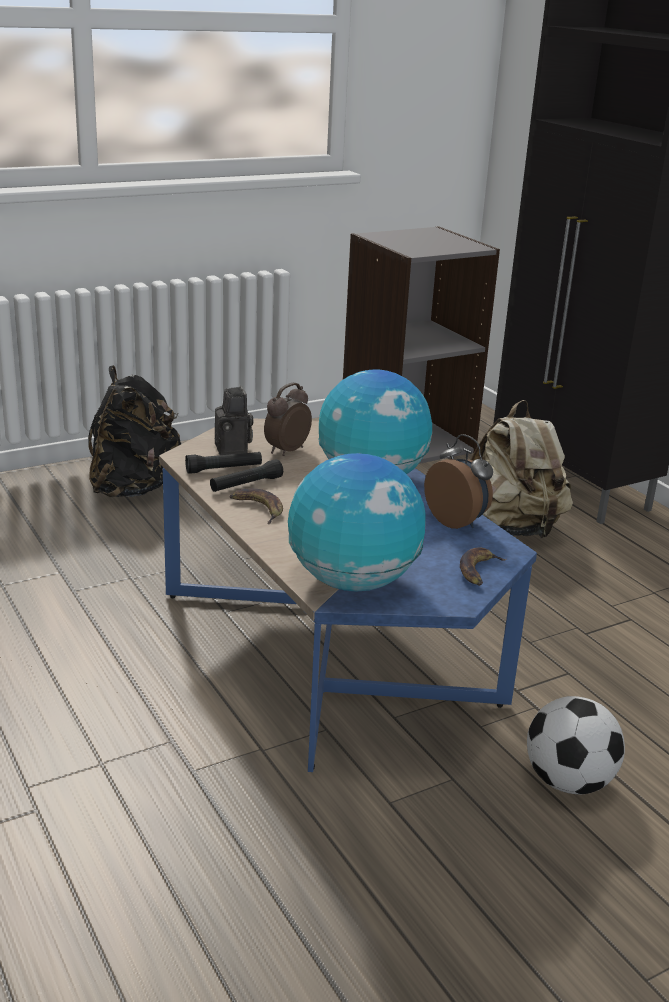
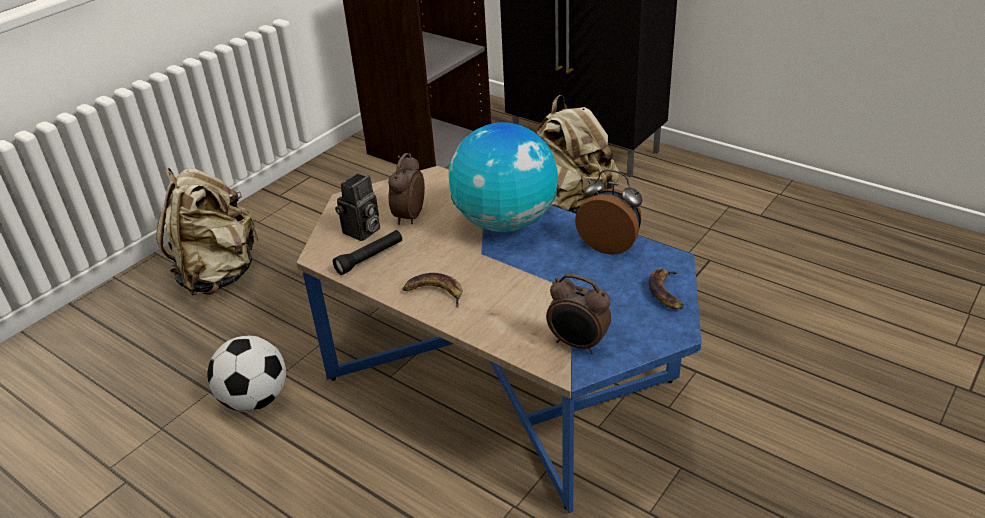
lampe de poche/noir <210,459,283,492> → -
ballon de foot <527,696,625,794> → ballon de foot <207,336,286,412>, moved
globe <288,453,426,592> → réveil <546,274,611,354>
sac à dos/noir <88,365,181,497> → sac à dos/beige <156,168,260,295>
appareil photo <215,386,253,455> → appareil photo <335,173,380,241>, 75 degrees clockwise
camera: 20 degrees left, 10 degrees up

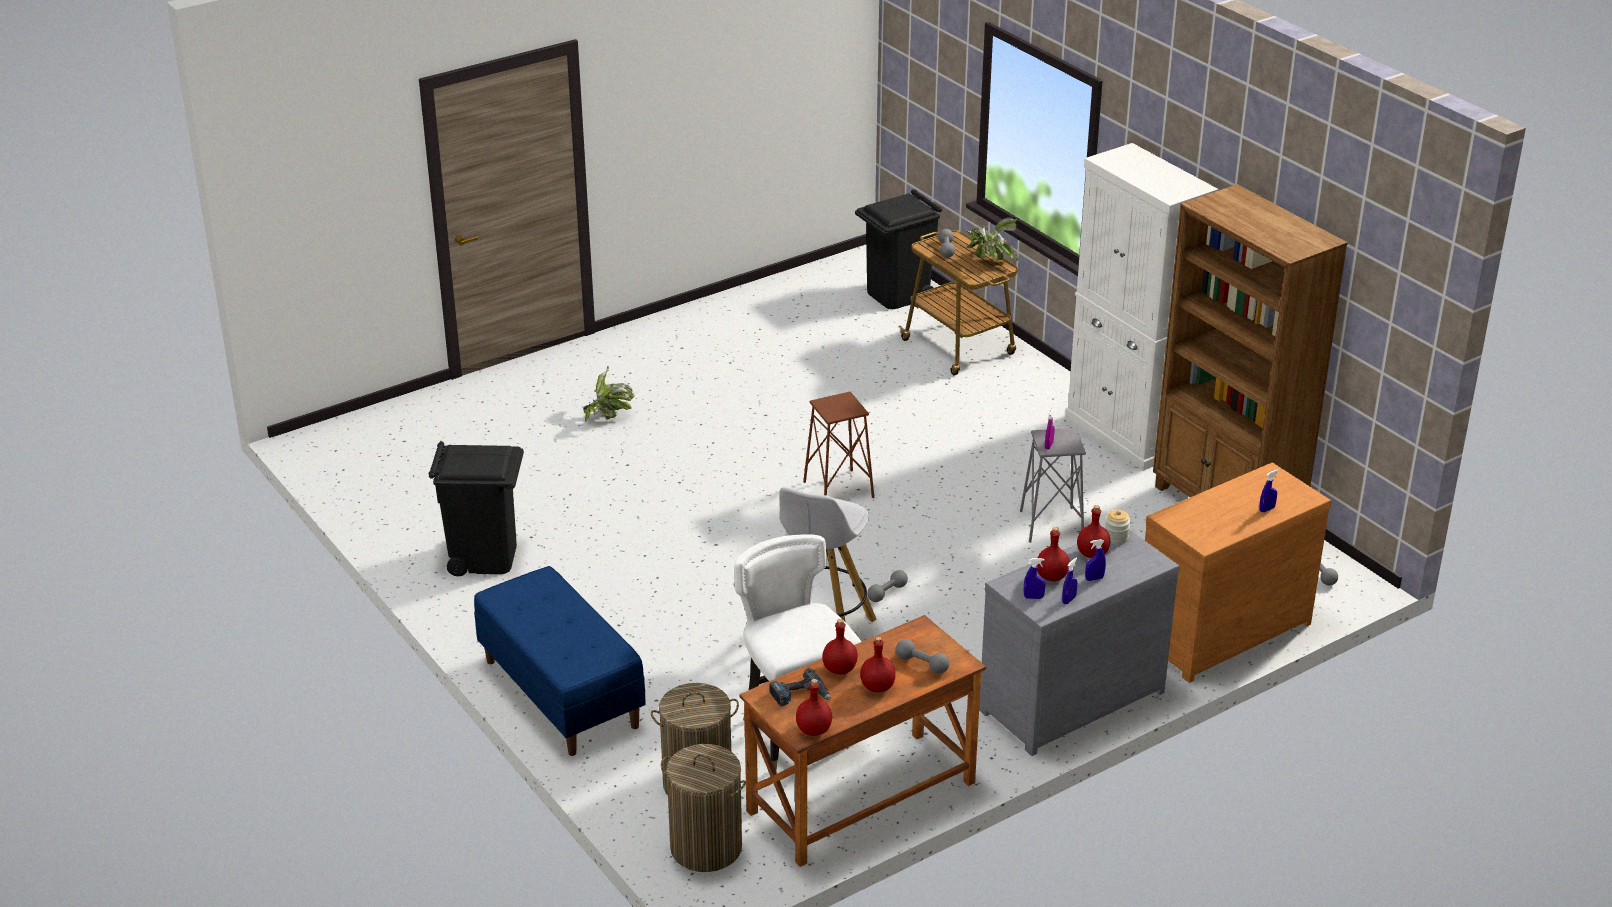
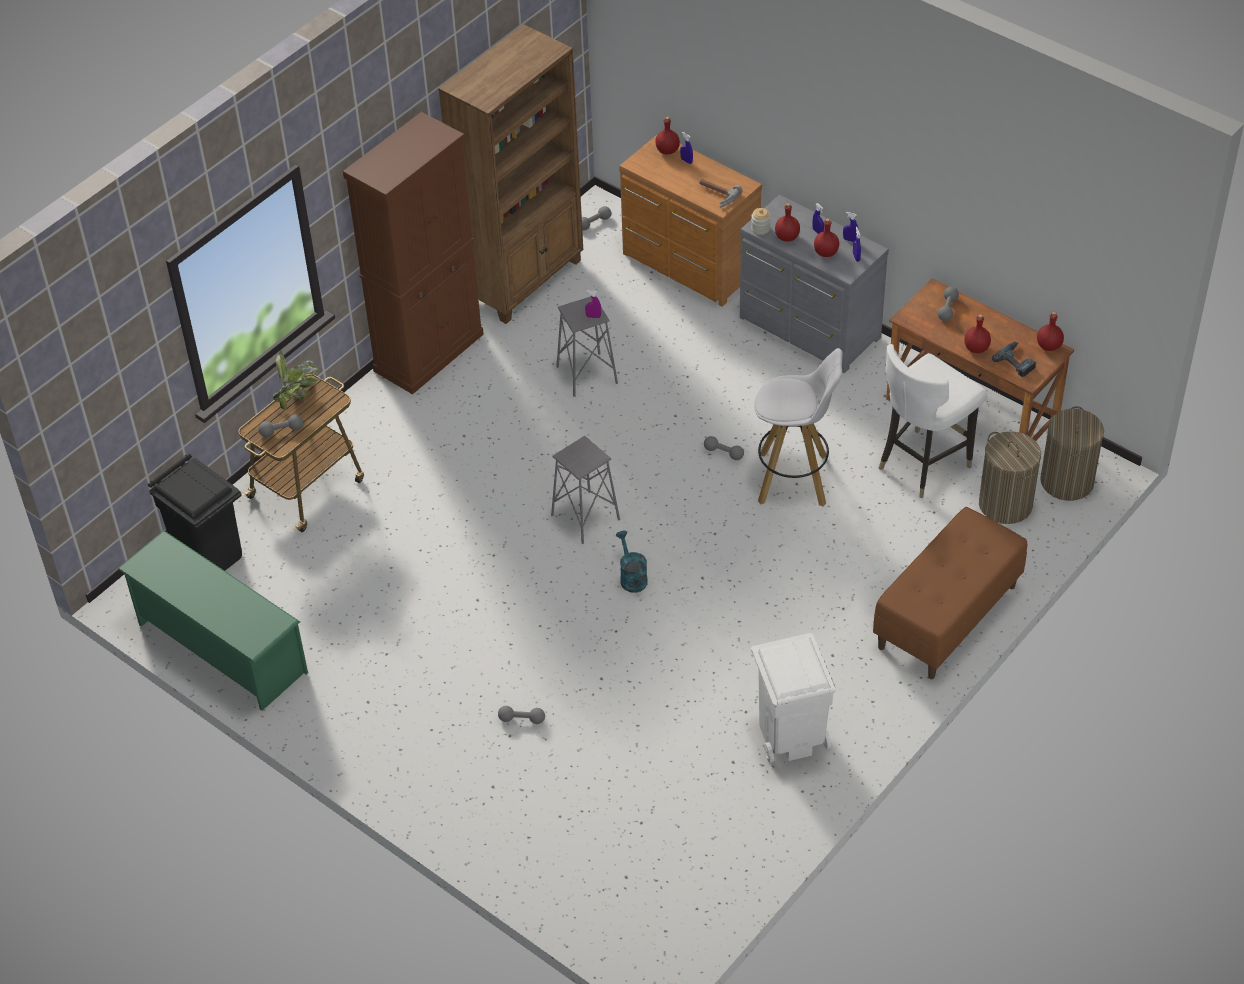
- → étagère à chaussures/vert <118,531,308,711>
- → arrosoir/turquoise <616,531,648,593>
- → marteau <699,179,743,207>
bouteille/rouge <860,637,896,693> → bouteille/rouge <655,116,680,155>, moved
plante en pot <583,366,635,421> → haltère/gris <498,706,545,724>
poubelle/noir <429,441,524,576> → poubelle/blanc <751,633,836,763>
banc/bleu <474,566,646,756> → banc/marron <873,507,1027,679>
tabouret/marron <803,392,874,498> → tabouret/gris <551,436,620,544>
meuble de rangement/blanc <1065,143,1218,471> → meuble de rangement/marron <343,112,484,395>
camera: 105 degrees left, 15 degrees up

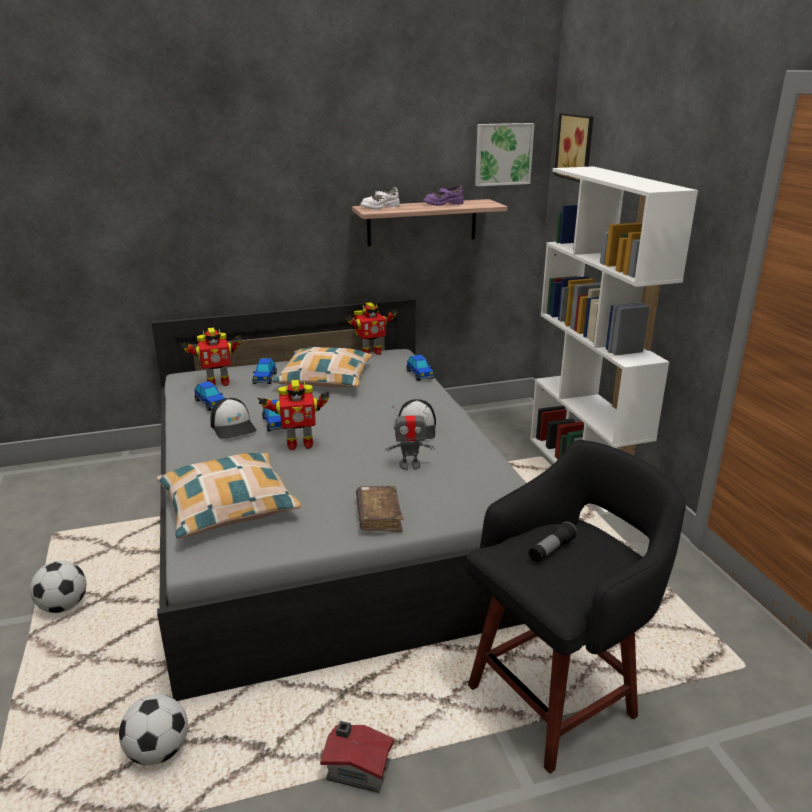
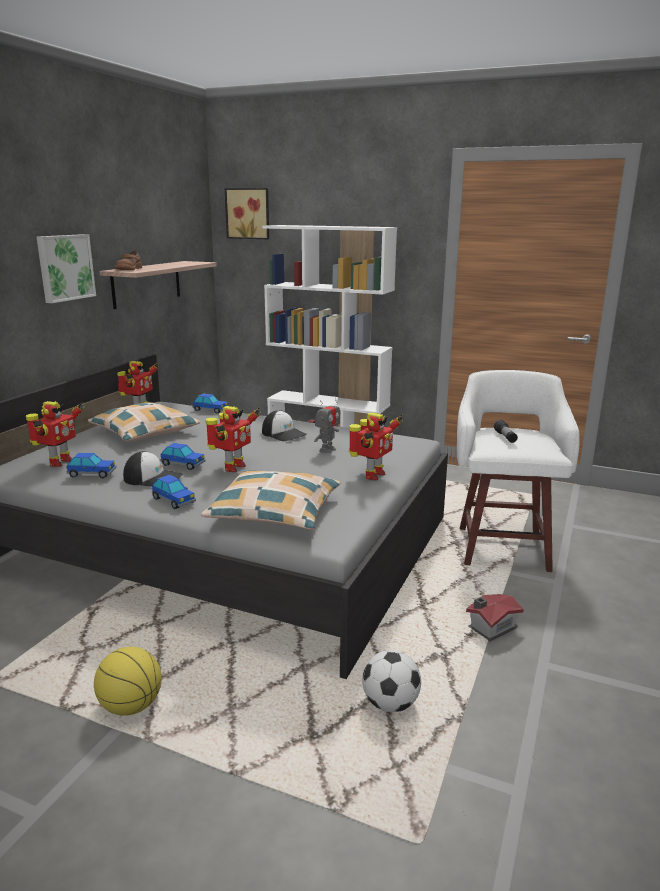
chaussure/violet <423,185,464,206> → -
petite voiture <253,358,277,384> → petite voiture <152,475,196,509>, moved
tableau <475,123,535,186> → tableau <37,234,96,303>, moved
ballon de foot <30,561,86,613> → ballon de basket <94,647,162,716>
livre/marron <356,486,403,532> → robot jouet <349,413,403,480>
chaussure/blanc <360,187,400,209> → chaussure/marron <115,251,142,270>
tabouret/noir <466,440,686,774> → tabouret/blanc <457,370,580,572>
camera: 50 degrees left, 5 degrees down

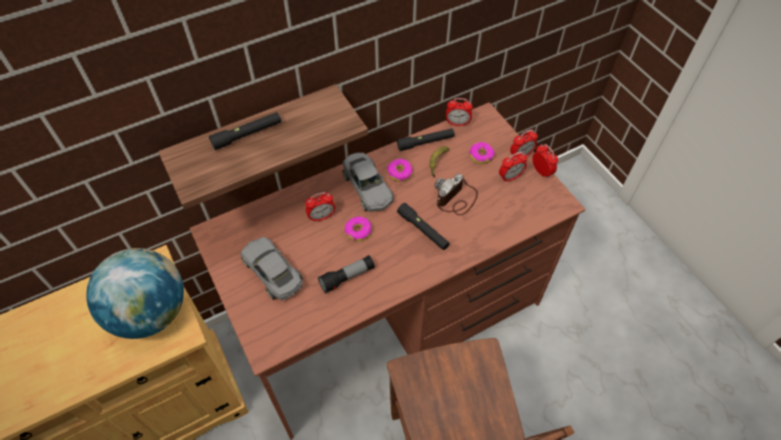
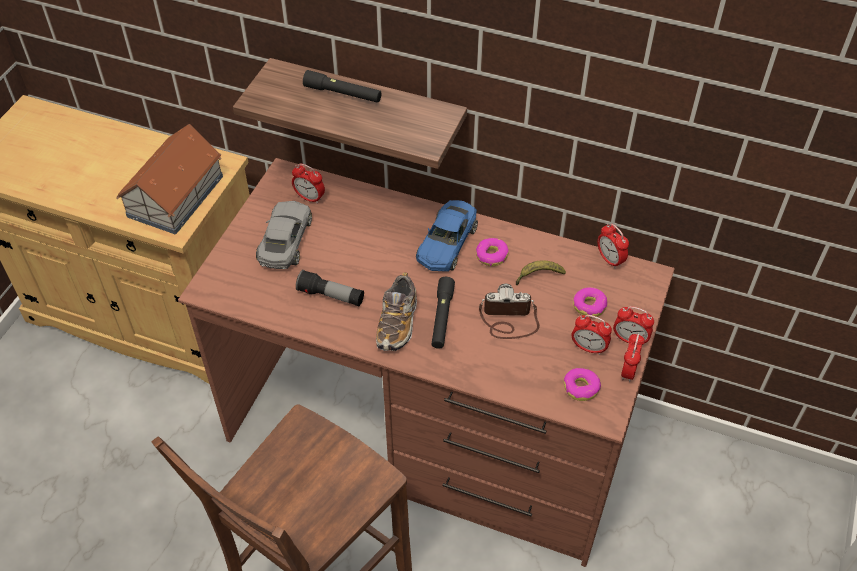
lampe de poche/noir <397,129,454,151> → -
- → chaussure <376,272,417,351>
réveil <305,192,335,222> → réveil <292,164,325,204>, moved
beignet <344,217,372,241> → beignet <564,368,601,401>, moved
globe <86,248,184,339> → maison miniature <116,124,223,234>
petite voiture/gris <342,153,394,212> → petite voiture/bleu <416,200,478,272>
camera: 50 degrees right, 5 degrees down

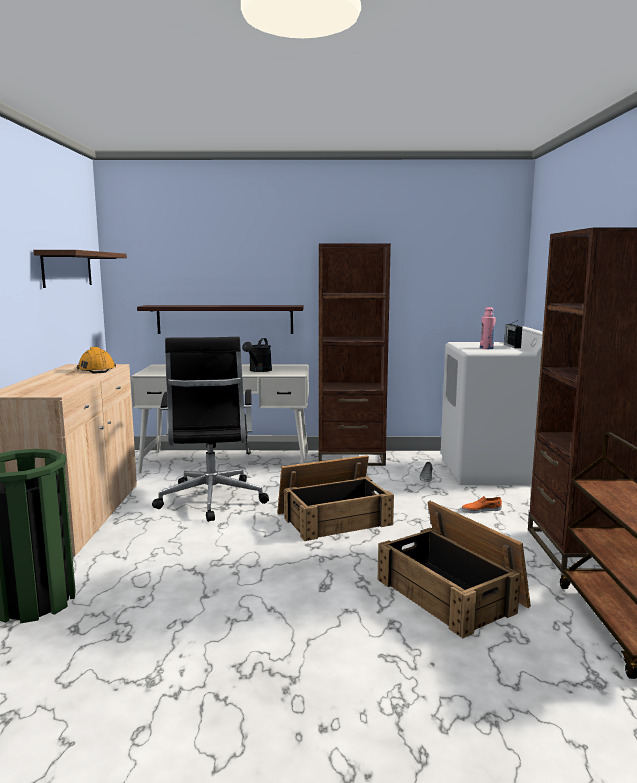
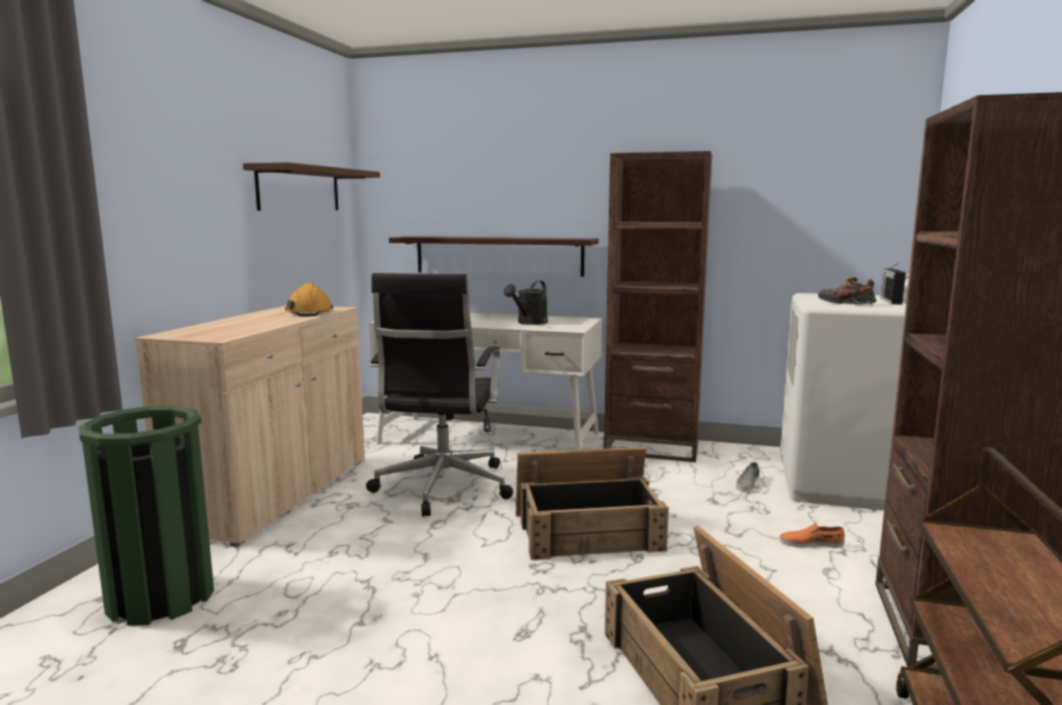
bouteille/rose <480,307,496,349> → chaussure <818,276,876,304>
camera: 15 degrees right, 0 degrees up

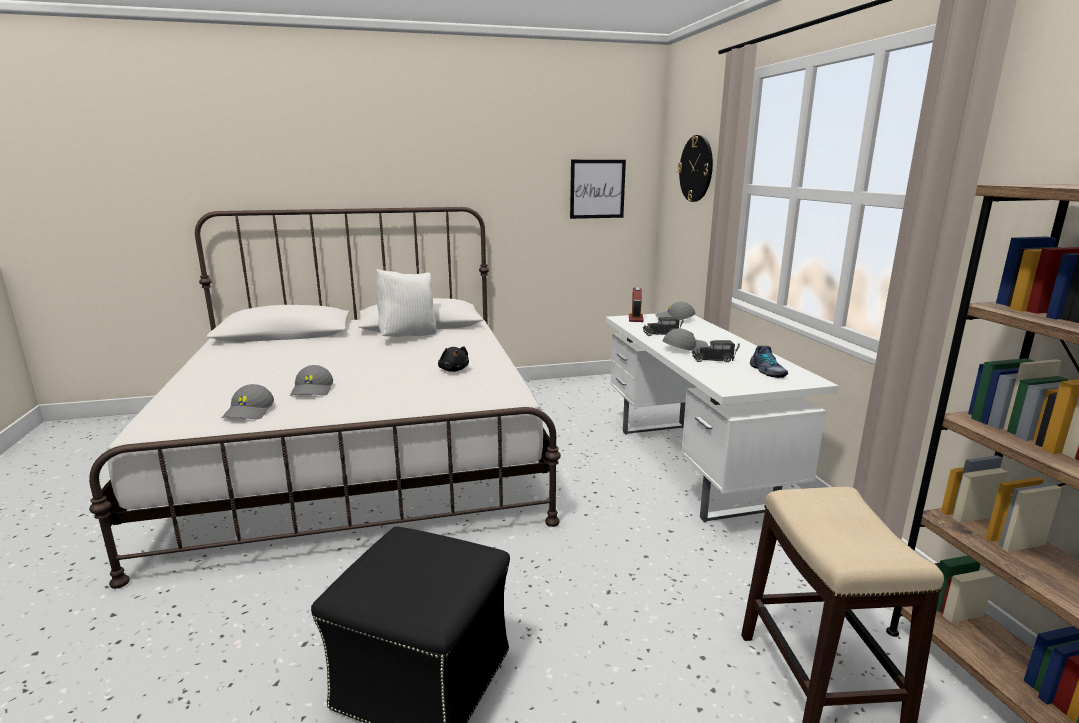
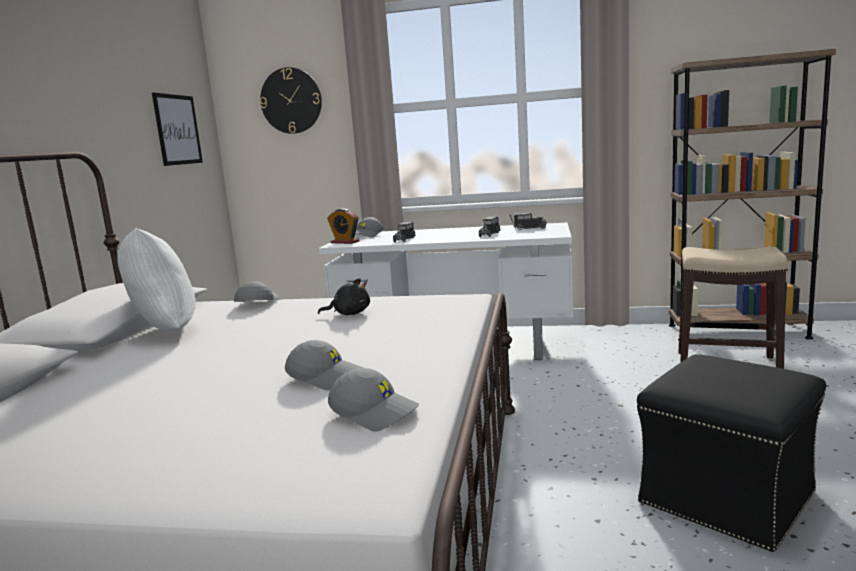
casquette/gris <663,328,708,351> → casquette/gris <234,281,280,302>, moved
chaussure <750,346,788,378> → camion jouet <510,213,547,230>
camera: 65 degrees left, 5 degrees down

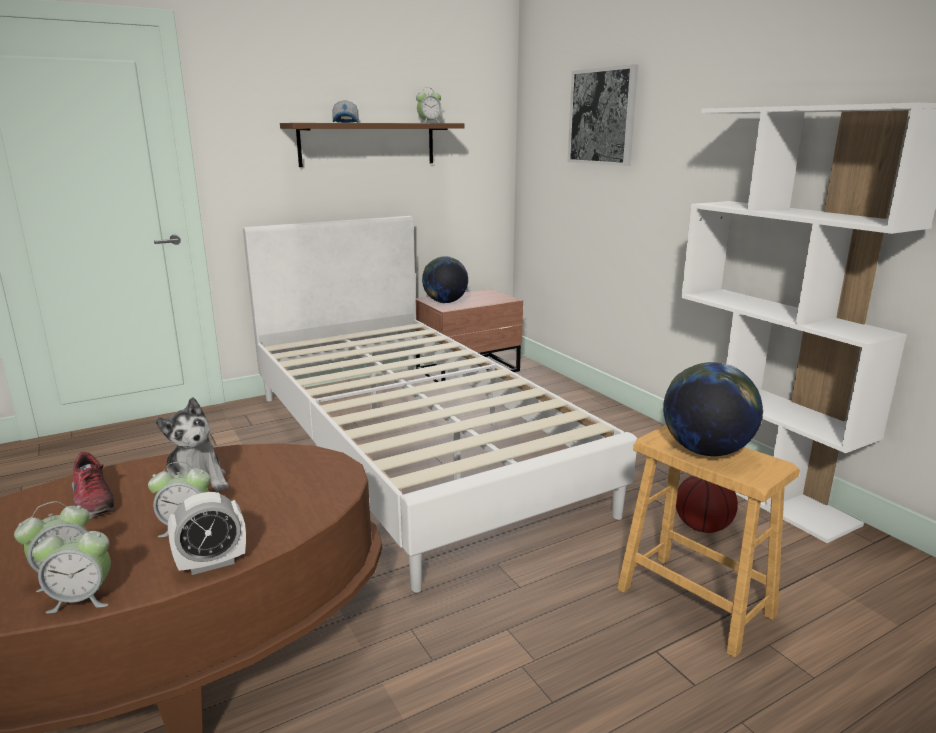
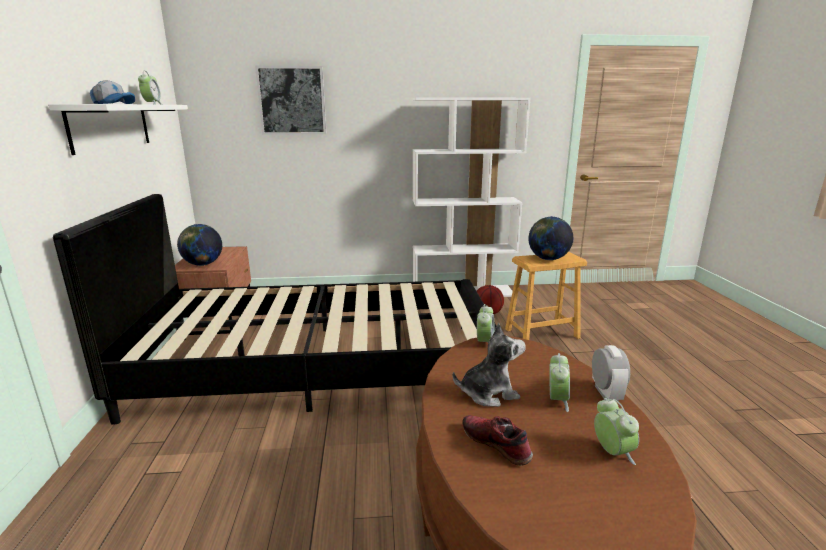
réveil <32,524,111,613> → réveil <477,304,494,343>, moved
lit/blanc <243,216,637,592> → lit/noir <53,194,496,425>
étagère/marron <280,123,465,167> → étagère/blanc <48,104,188,155>
chaussure <72,452,115,519> → chaussure <462,415,533,466>, 120 degrees counterclockwise
camera: 65 degrees left, 0 degrees up

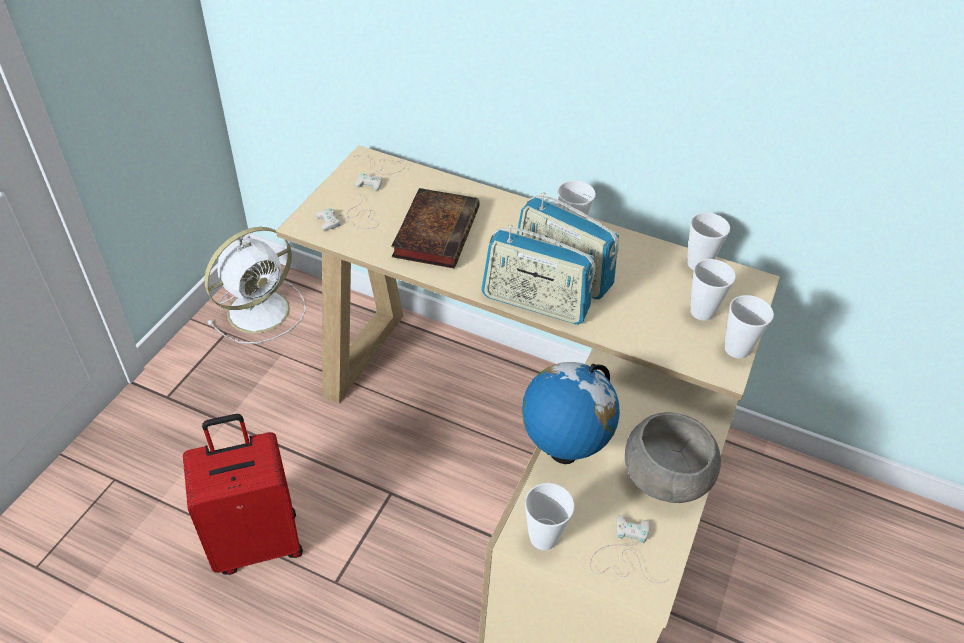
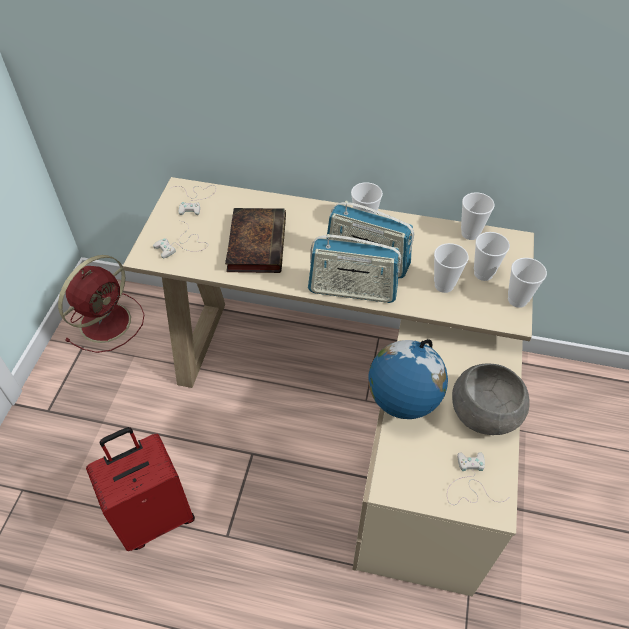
tasse <525,483,574,550> → tasse <434,243,469,293>, moved
ventilateur/blanc <204,227,306,344> → ventilateur/rouge <58,255,144,353>
camera: 10 degrees left, 5 degrees up

